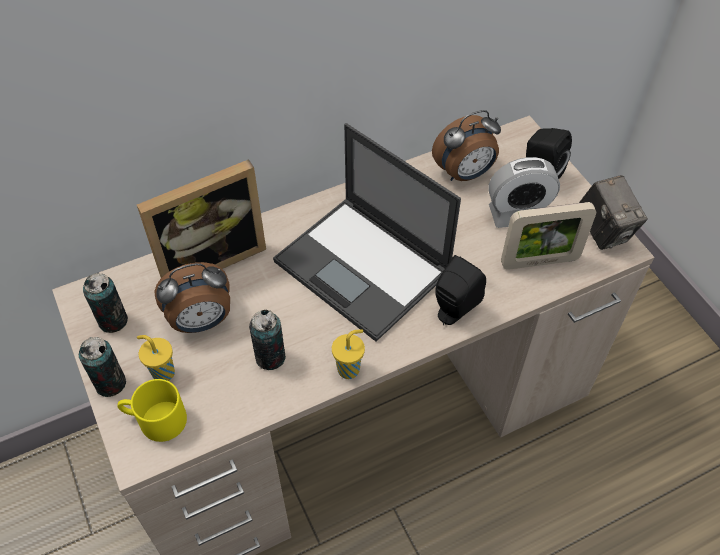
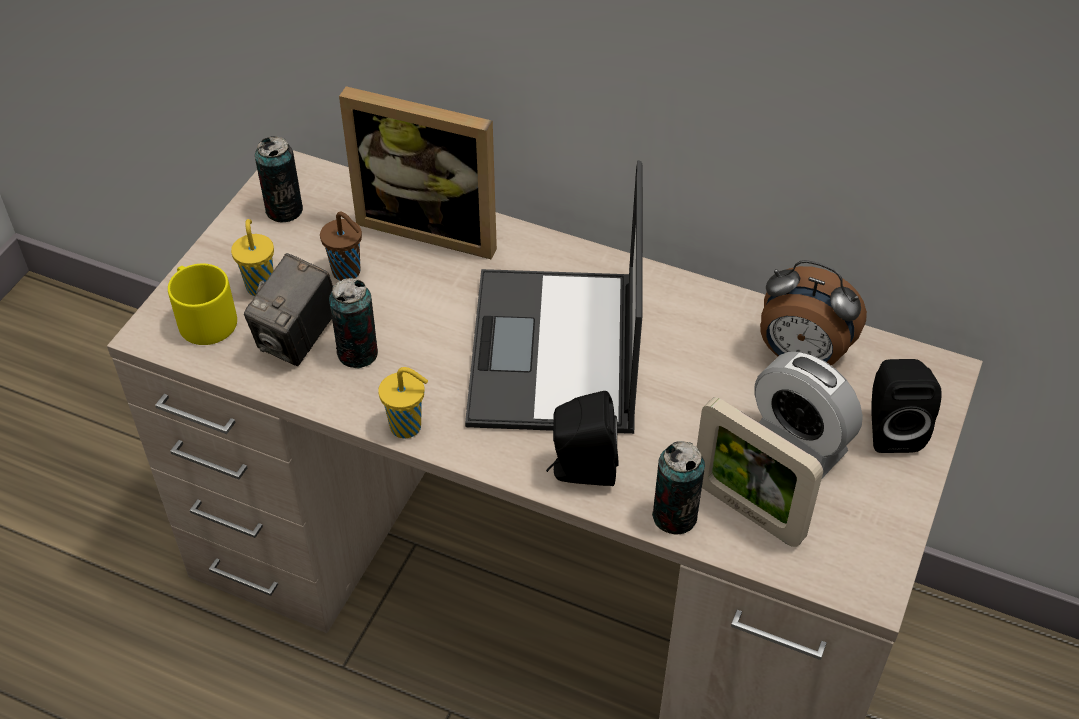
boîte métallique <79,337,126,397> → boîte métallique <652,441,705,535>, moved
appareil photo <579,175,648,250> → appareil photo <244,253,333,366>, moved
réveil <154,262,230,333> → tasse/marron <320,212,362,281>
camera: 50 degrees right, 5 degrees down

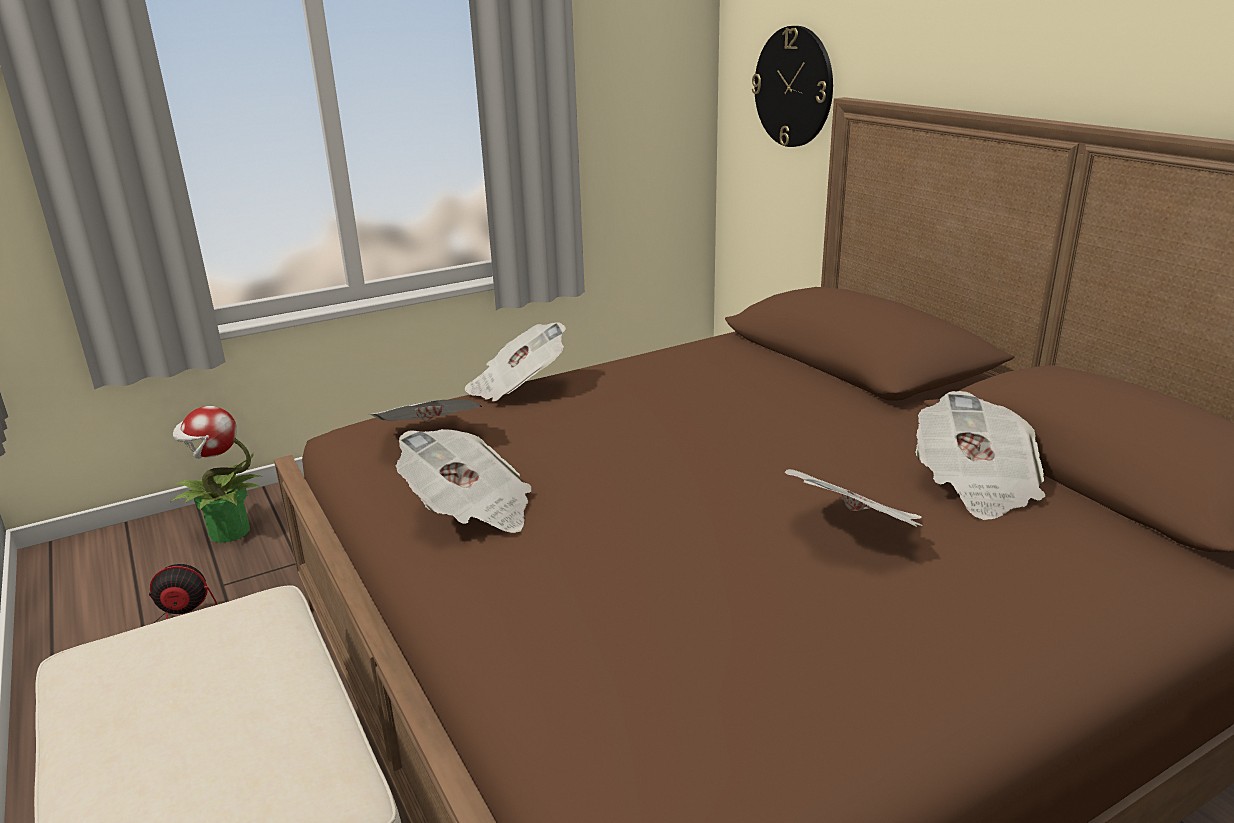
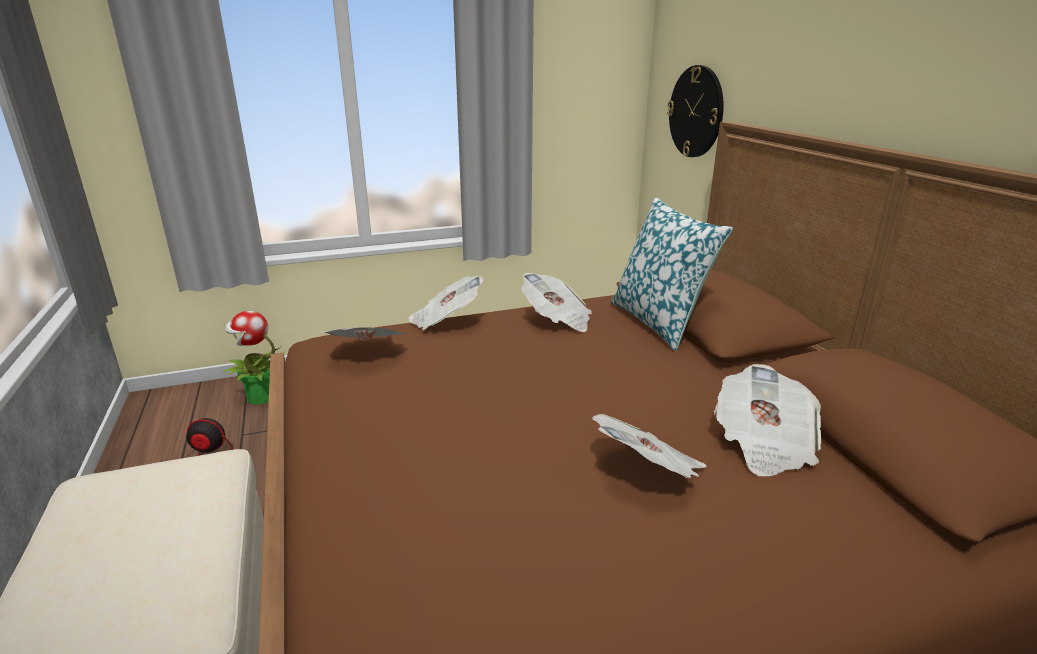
- → coussin <611,197,733,351>
journal <396,429,531,533> → journal <521,273,592,332>, moved
camera: 10 degrees right, 0 degrees up

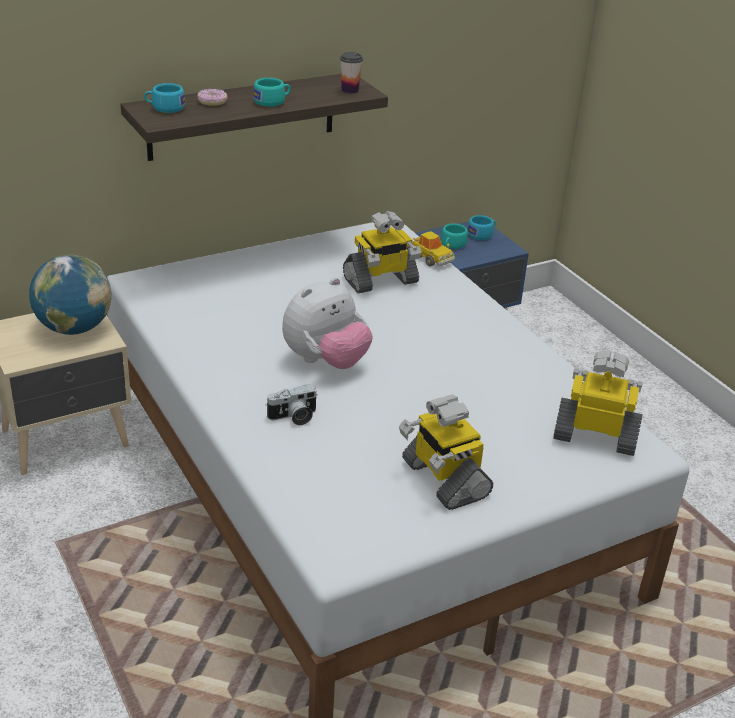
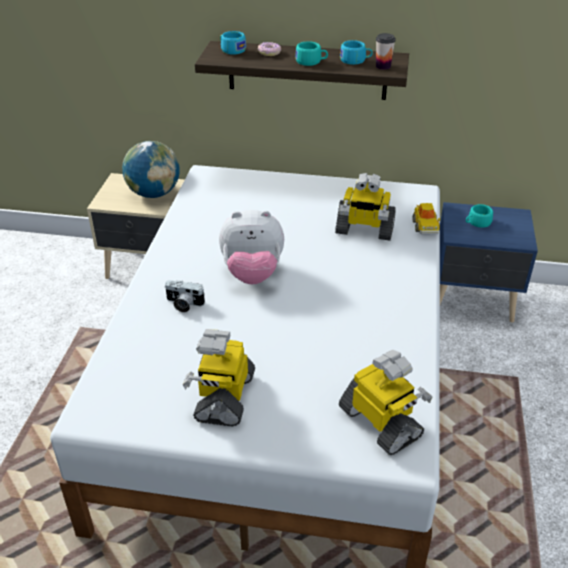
tasse/turquoise <467,215,496,240> → tasse/turquoise <340,40,373,65>, moved
camera: 40 degrees right, 5 degrees up

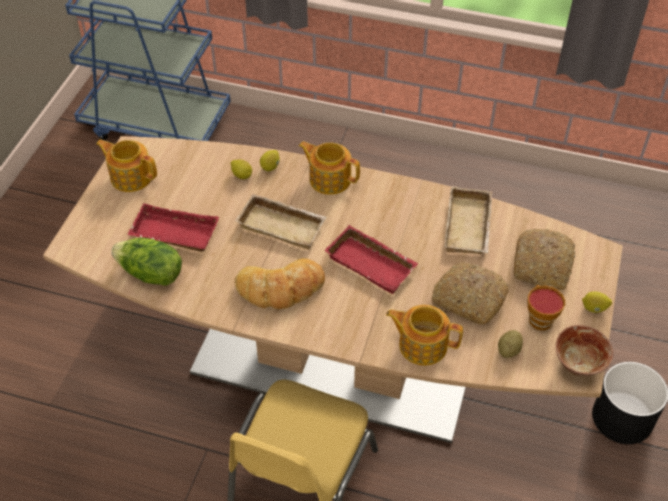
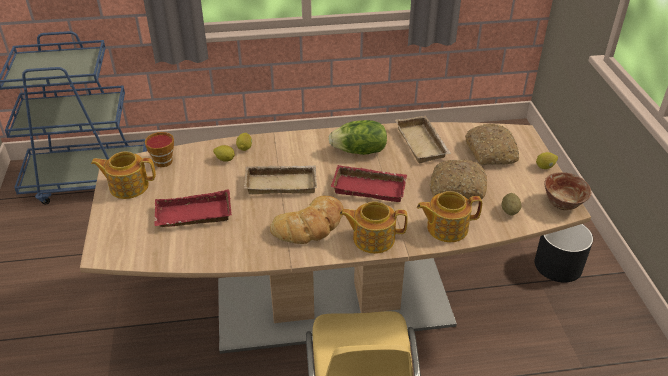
laitue <111,238,182,286> → laitue <328,120,387,155>, moved
théière <299,141,360,195> → théière <340,201,408,254>, moved
tasse <528,285,565,331> → tasse <145,132,174,167>, moved
camera: 25 degrees left, 10 degrees down

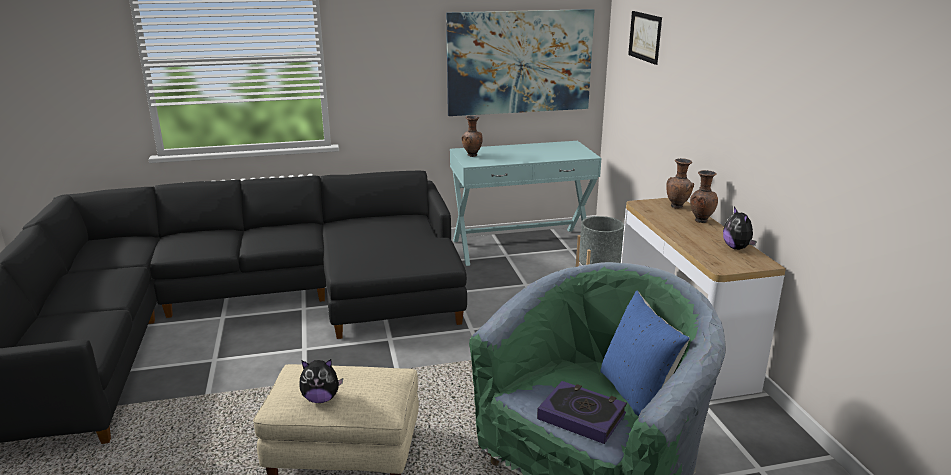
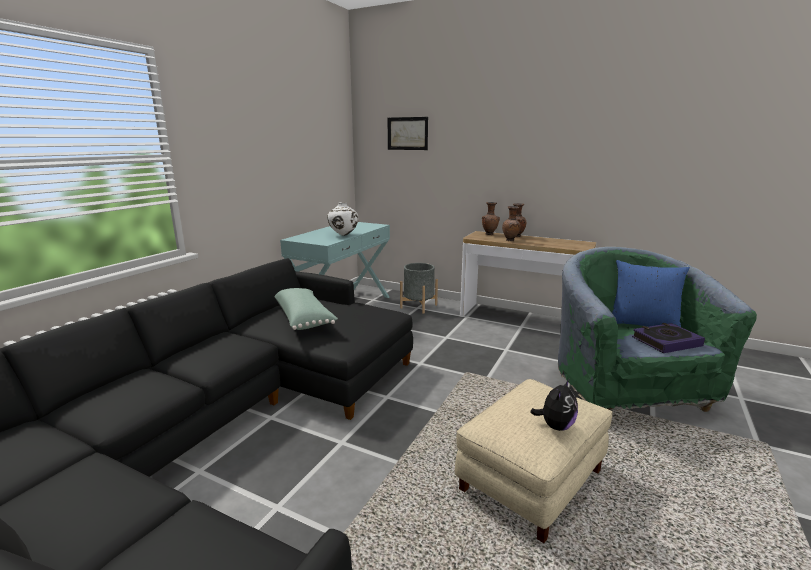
tableau <446,9,594,116> → -
peluche <723,207,757,250> → -
- → coussin/vert <274,288,338,330>
- → vase/blanc <327,202,359,236>
vase/marron <462,115,483,157> → vase/marron <502,206,521,241>, moved
camera: 50 degrees left, 5 degrees down

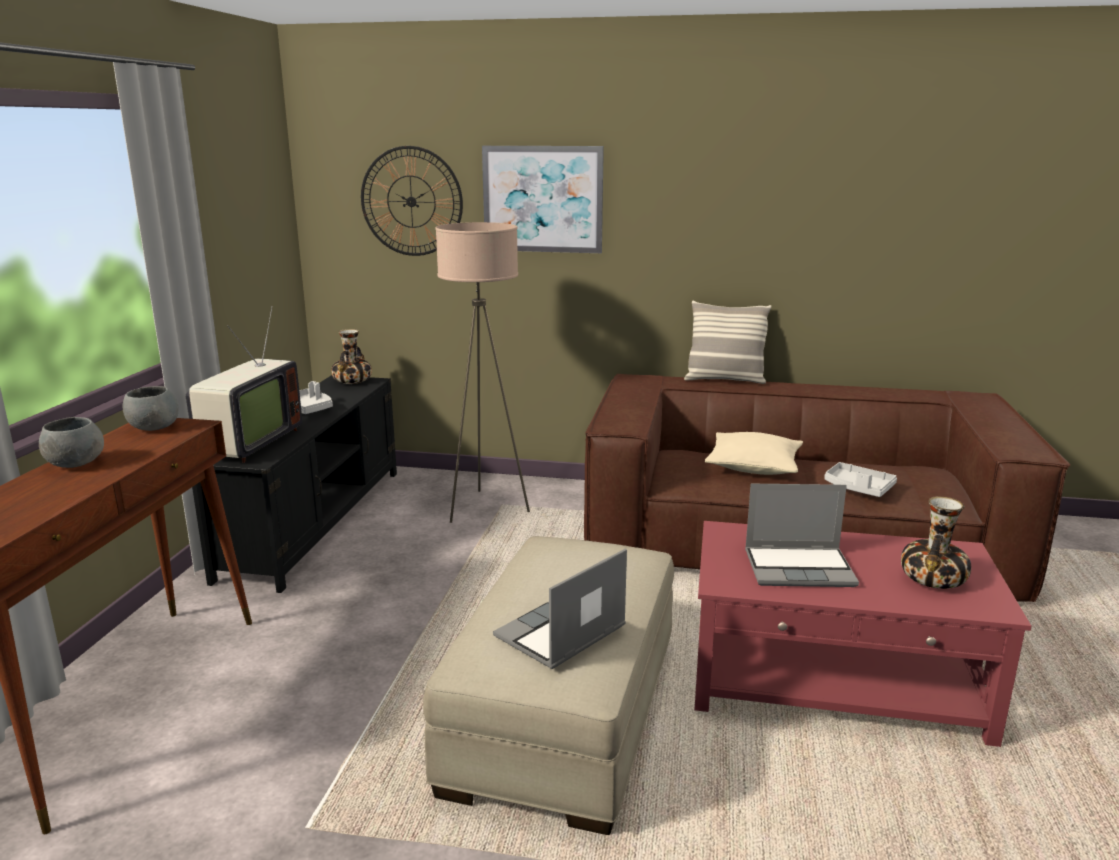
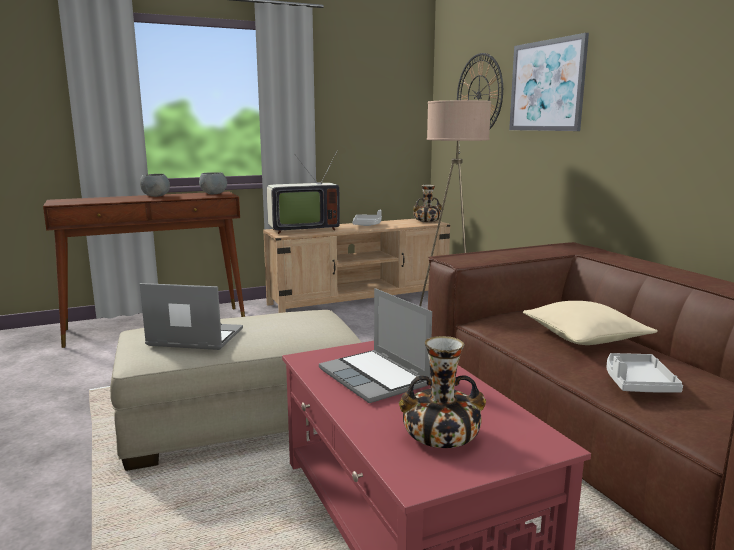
coussin <684,301,771,384> → -
meuble télé/noir <192,375,397,593> → meuble télé/beige <263,219,450,313>
camera: 55 degrees right, 5 degrees down

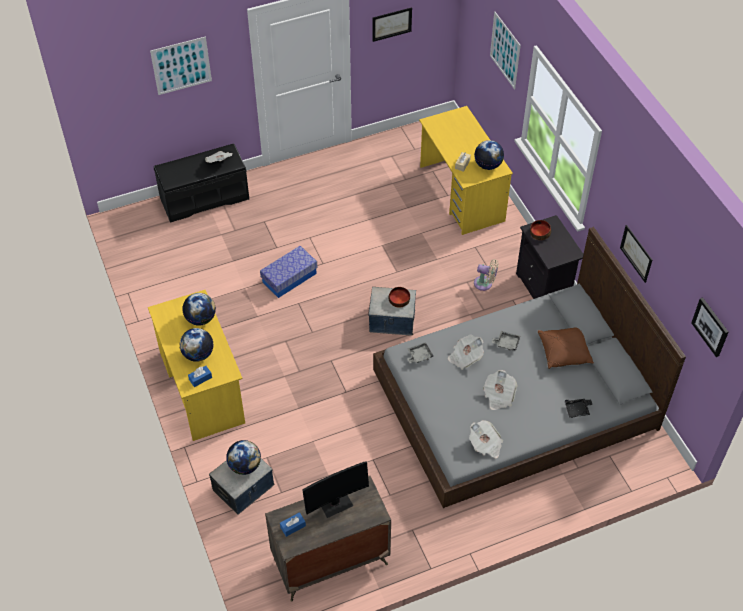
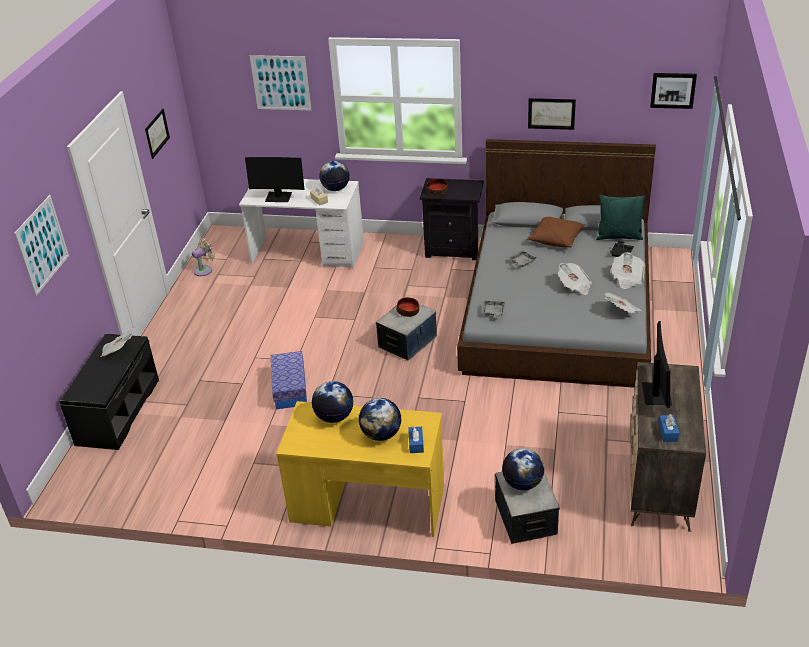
- → écran d'ordinateur <245,157,305,202>
- → coussin/vert <596,194,646,240>
journal <448,334,484,370> → journal <611,252,645,289>, moved
ventilateur/beige <474,259,499,291> → ventilateur/beige <192,238,215,276>, moved
bureau/jaune <419,106,513,235> → bureau/blanc <239,179,364,269>
camera: 55 degrees left, 15 degrees down

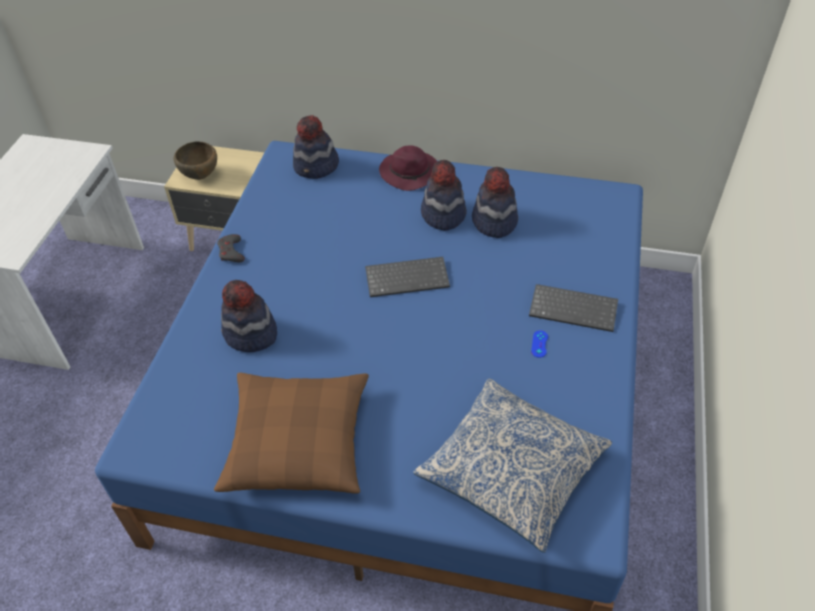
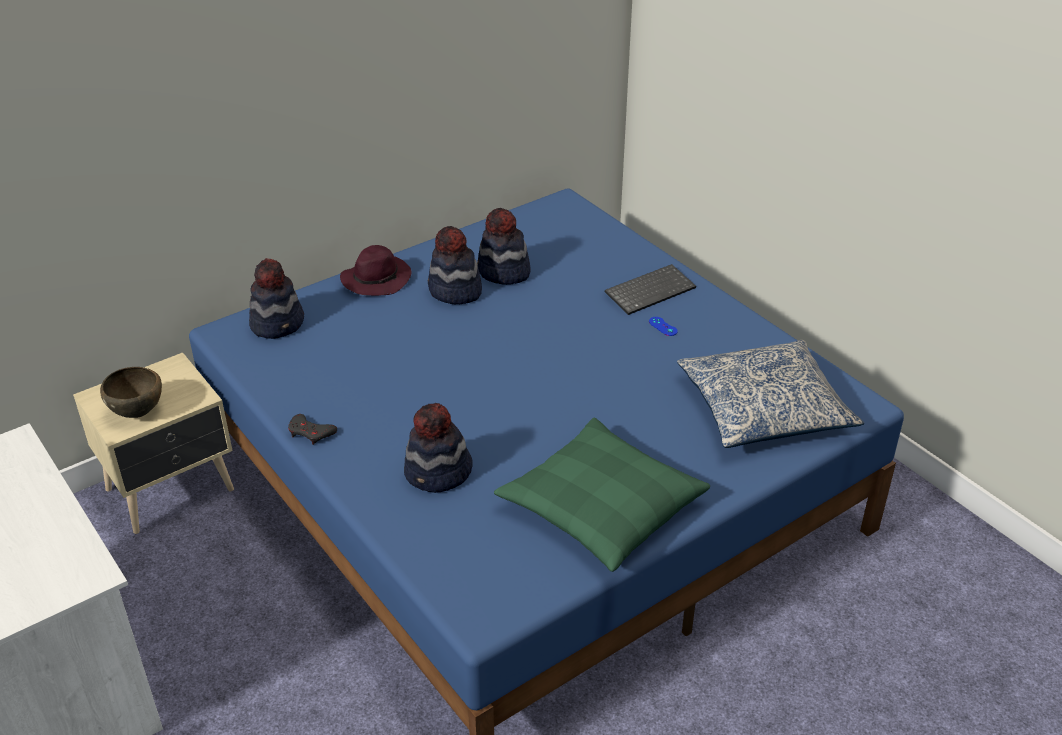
clavier <365,257,450,297> → -
coussin/marron <214,373,369,494> → coussin/vert <494,417,710,572>
camera: 50 degrees left, 10 degrees down

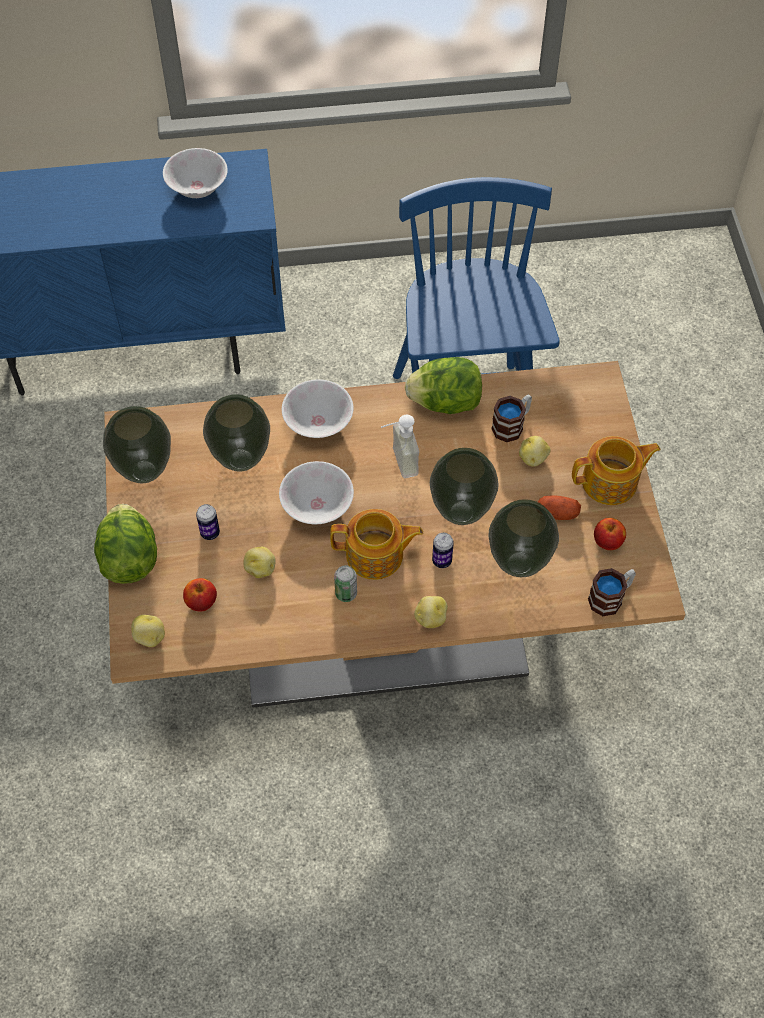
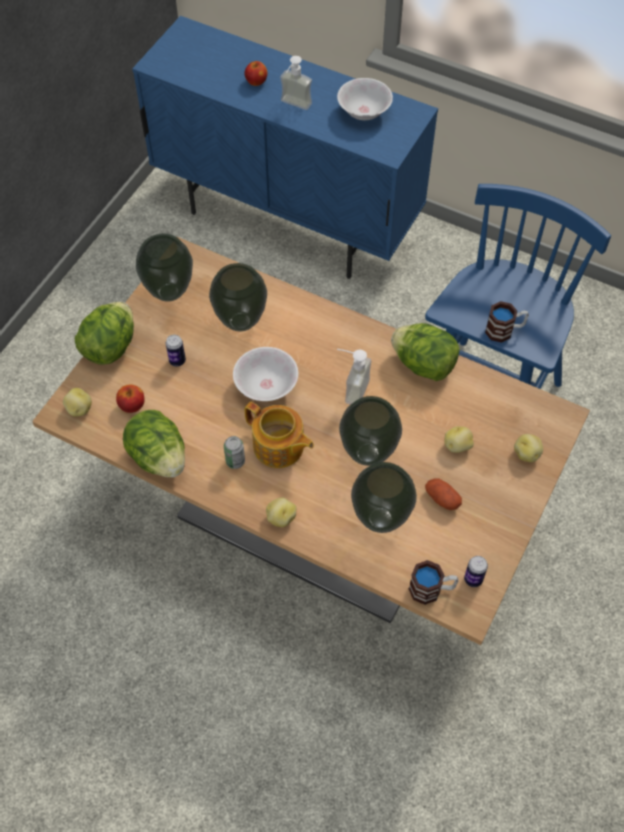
bol/blanc <282,379,353,438> → -
théière <572,436,661,505> → -
- → laitue <123,410,185,478>
- → distributeur de savon <280,56,312,110>
pomme de terre <243,547,276,578> → pomme de terre <514,434,543,462>, moved
boîte métallique <432,533,454,568> → boîte métallique <464,556,488,587>, moved
mug <491,395,532,442> → mug <485,301,529,343>, moved
pomme <594,518,626,550> → pomme <244,61,267,86>, moved
camera: 35 degrees right, 0 degrees up

